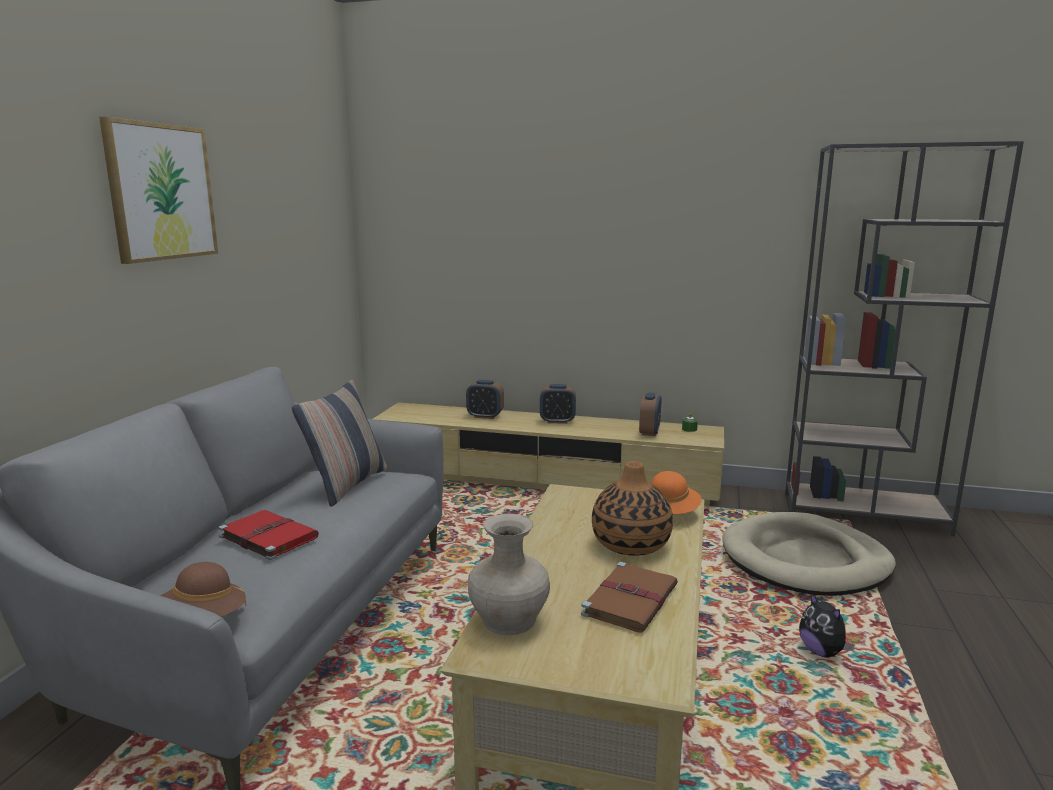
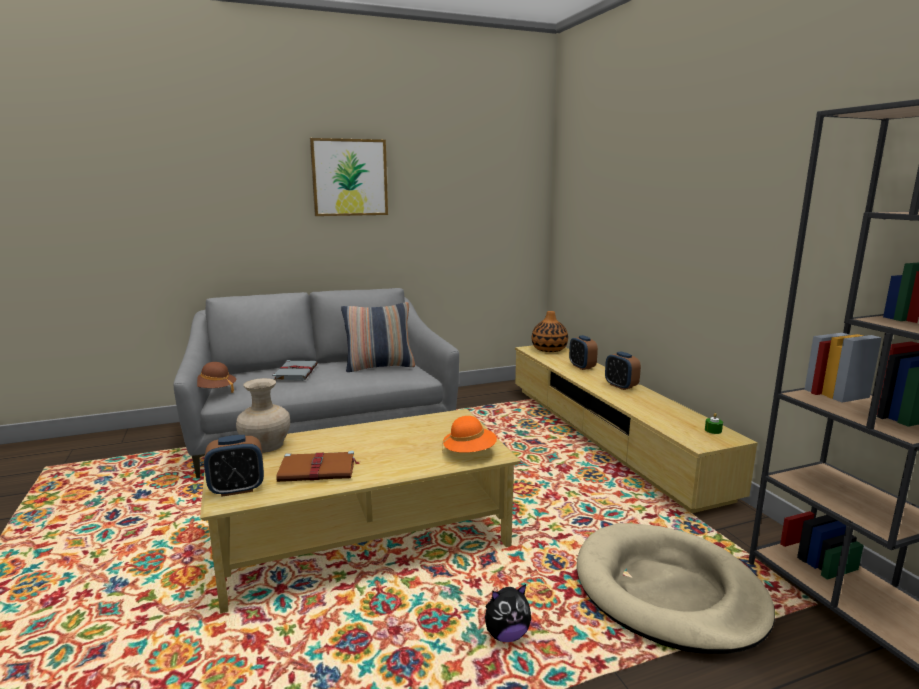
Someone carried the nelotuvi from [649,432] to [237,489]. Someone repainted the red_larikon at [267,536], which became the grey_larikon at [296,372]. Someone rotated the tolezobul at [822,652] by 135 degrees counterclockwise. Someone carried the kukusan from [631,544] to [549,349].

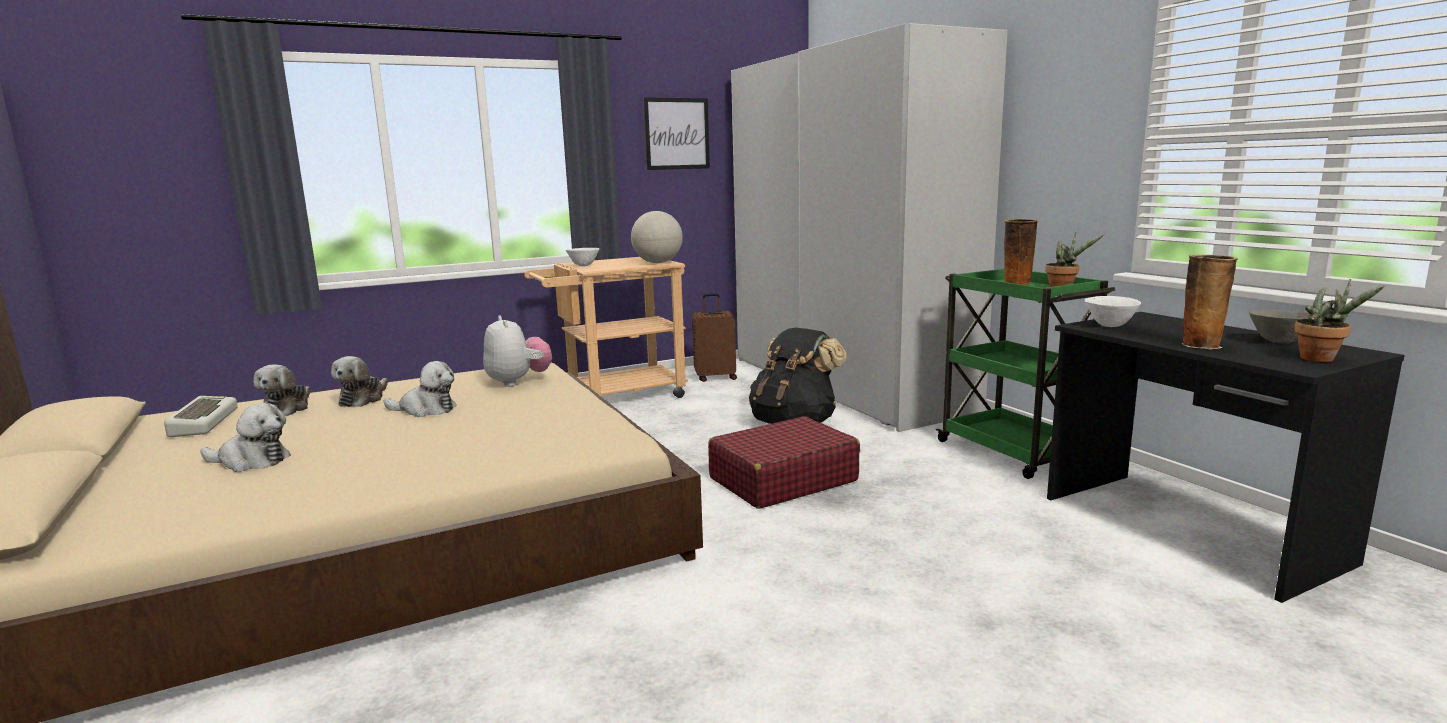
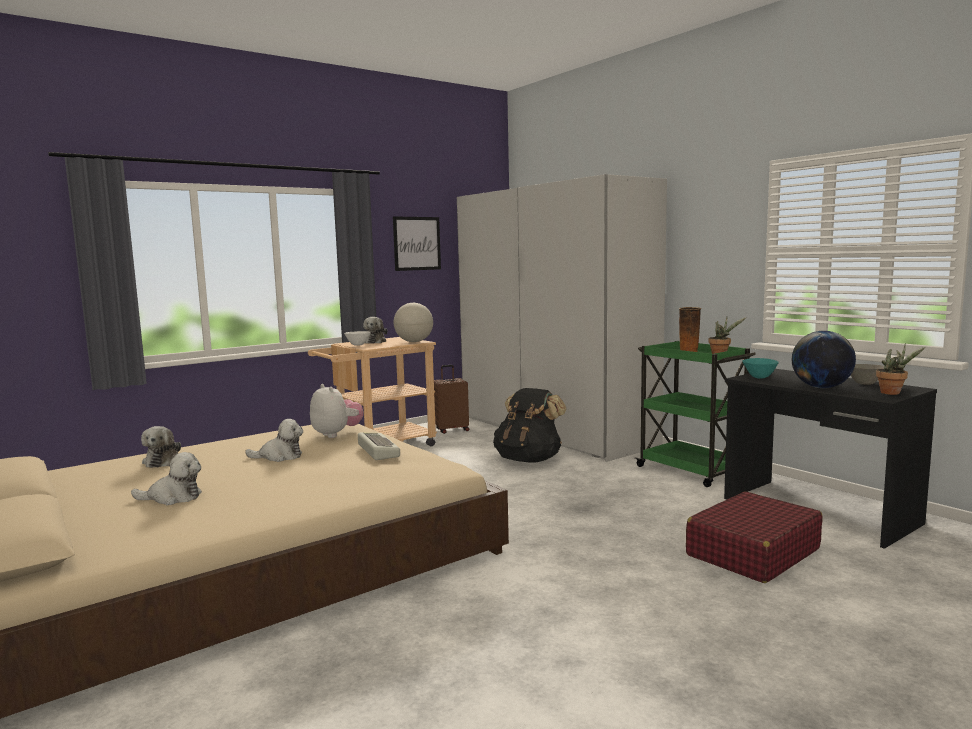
Someone carried the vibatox from [202,422] to [376,451]. Someone carried the tolezobul from [363,399] to [375,341]. Someone carried the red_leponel from [782,480] to [752,552]. Someone repainted the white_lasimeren at [1110,326], which became the turquoise_lasimeren at [760,377]. Someone swapped the kukusan at [1201,345] for the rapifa at [821,387].

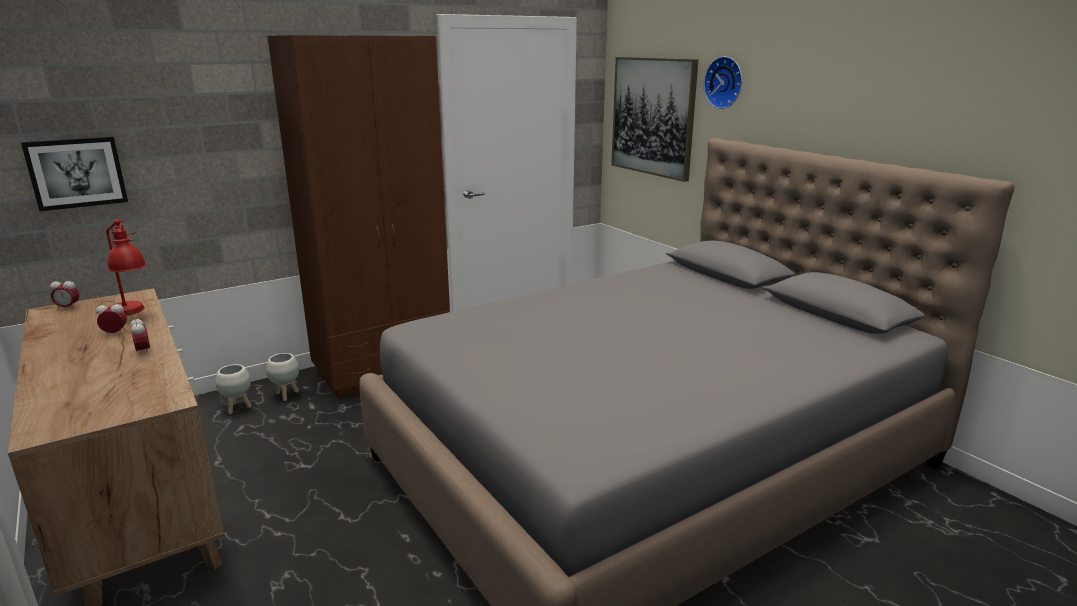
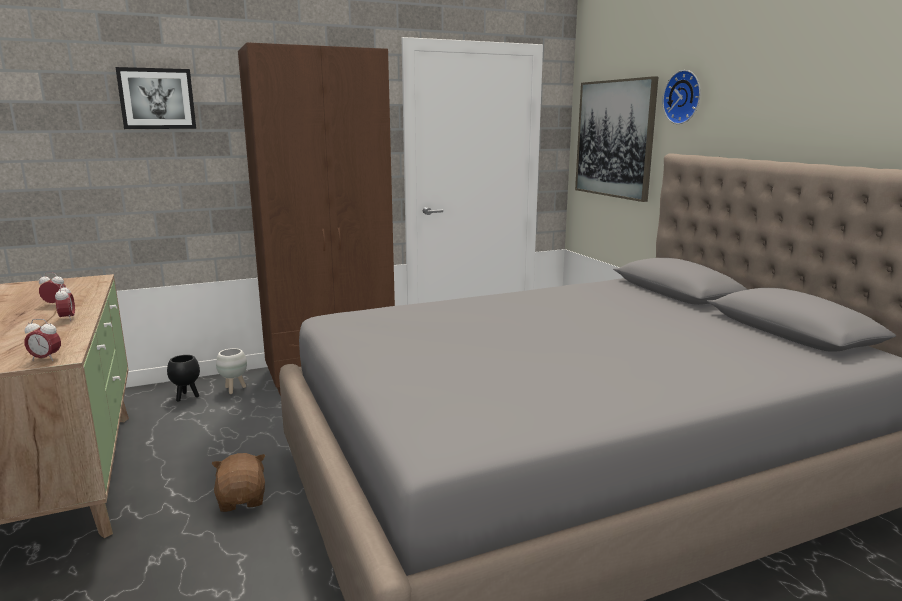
Someone carried the nelotuvi from [68,308] to [45,359]. Someone carried the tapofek from [77,172] to [157,99]. Someone repainted the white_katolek at [238,408], which became the black_katolek at [187,397]. Someone put down the brown_tolezobul at [242,500]. Someone took away the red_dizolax at [133,313].

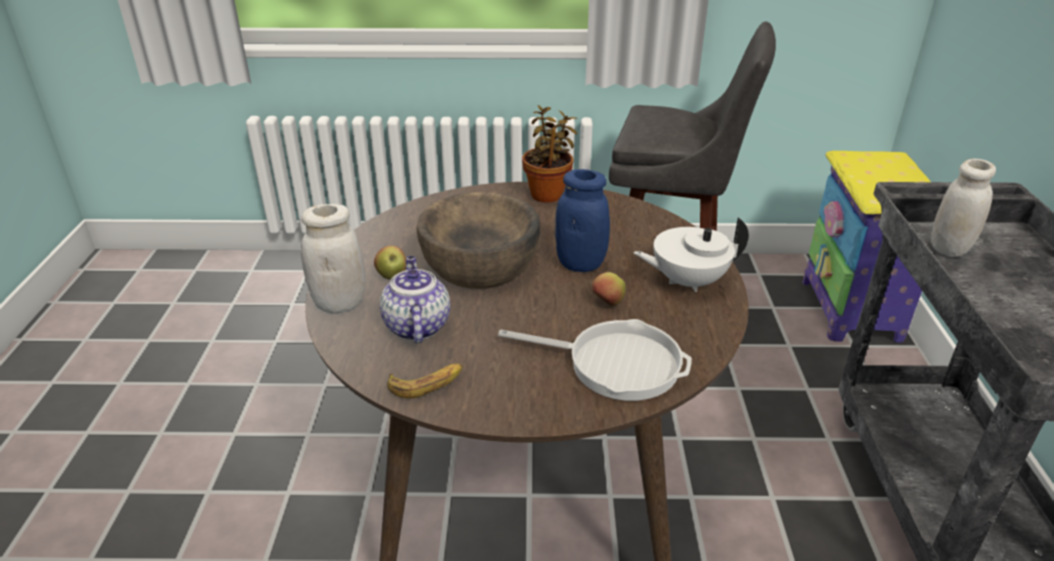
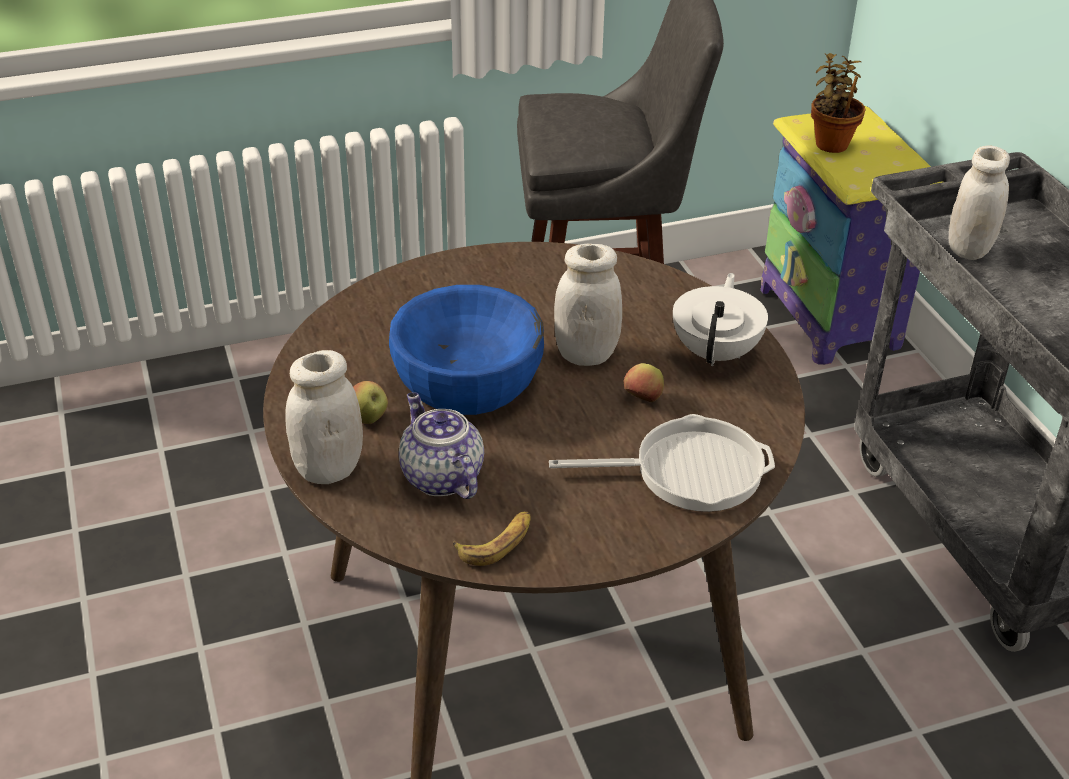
Someone repainted the brown_lasimeren at [480,264], which became the blue_lasimeren at [468,380]. Someone repainted the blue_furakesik at [580,264], which became the white_furakesik at [586,354]. Someone rotated the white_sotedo at [687,281] by 135 degrees clockwise. Someone carried the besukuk from [548,193] to [831,142].

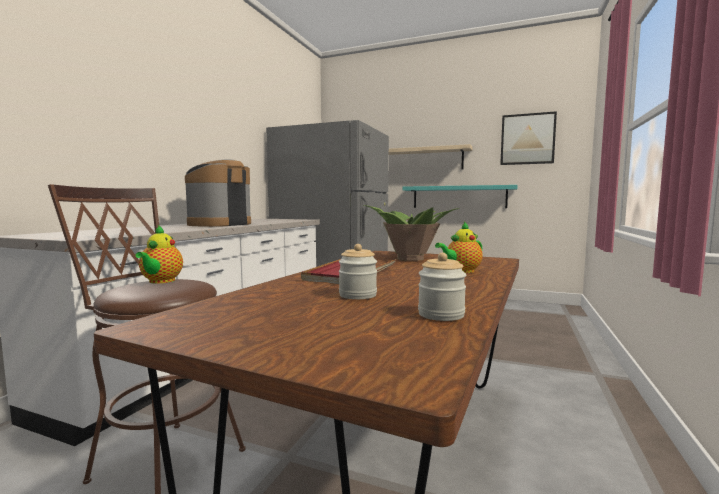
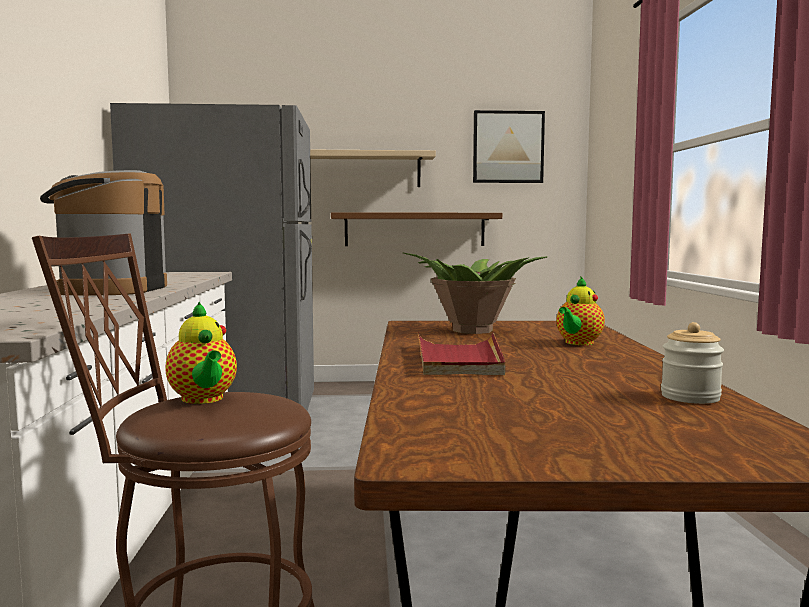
Someone repainted the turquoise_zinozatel at [459,197], which became the brown_zinozatel at [414,229]. Someone took away the furakesik at [357,295].

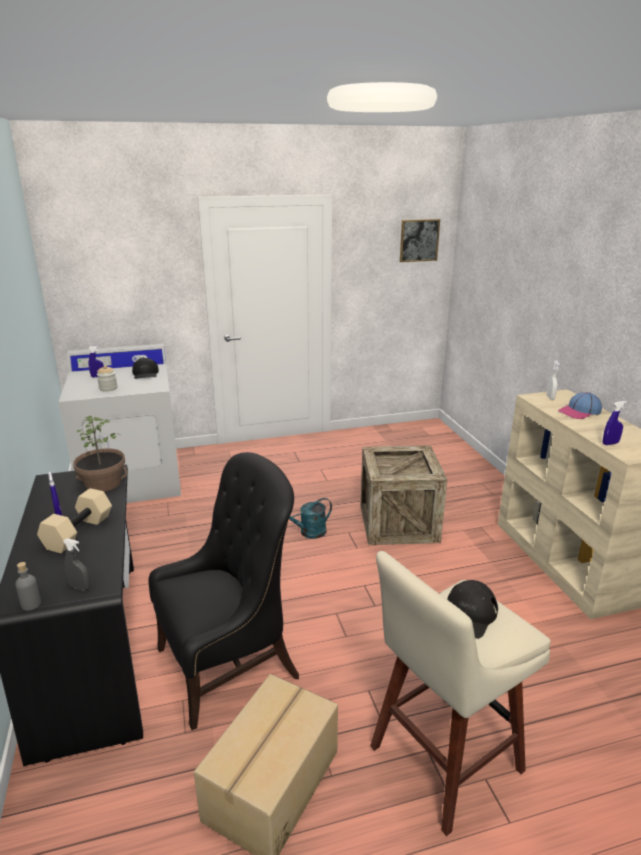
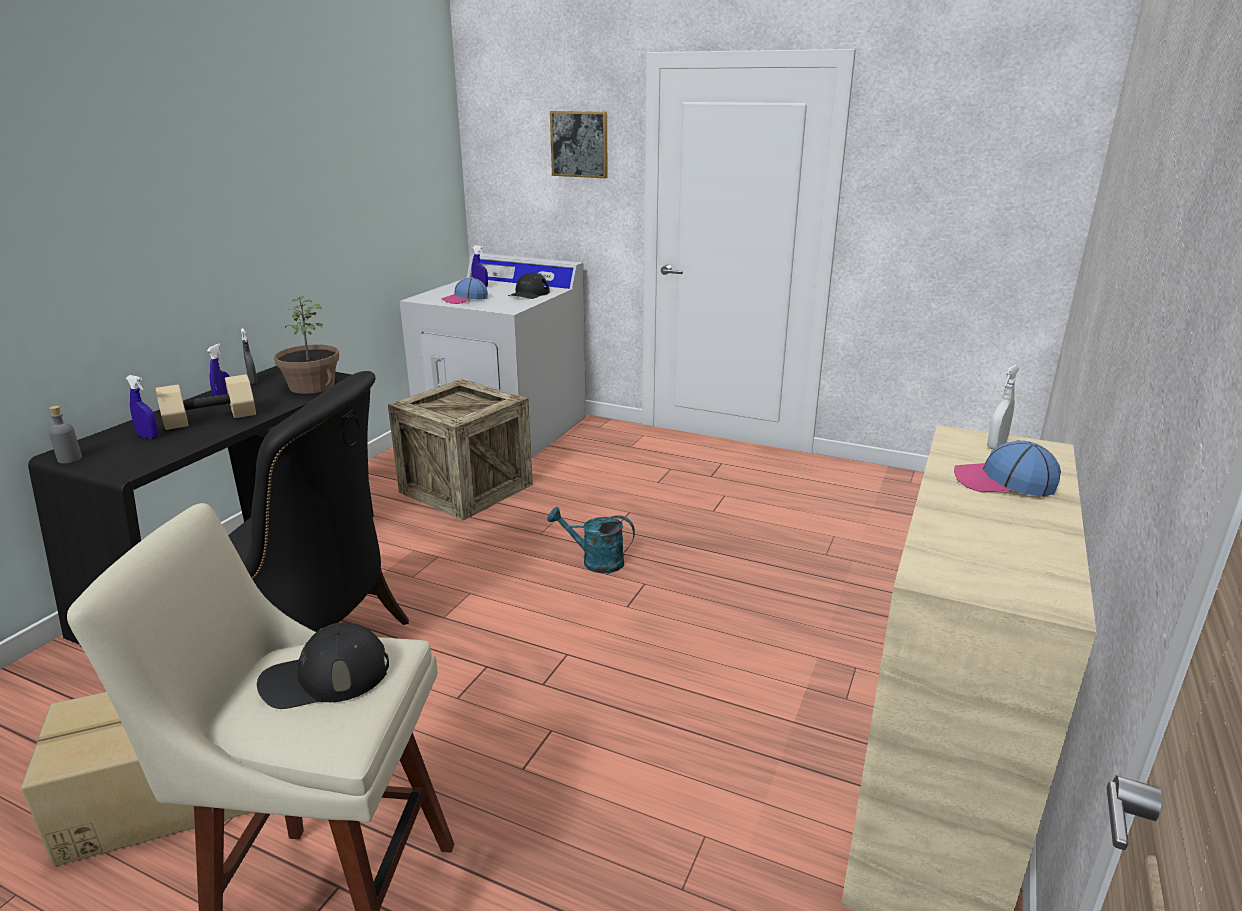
Someone carried the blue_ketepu from [610,443] to [148,436]. Someone carried the grey_ketepu from [80,587] to [253,382]. Someone carried the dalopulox from [398,523] to [466,488]. Someone swapped the furakesik at [108,388] for the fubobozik at [465,299]. Someone carried the tapofek from [419,240] to [579,144].

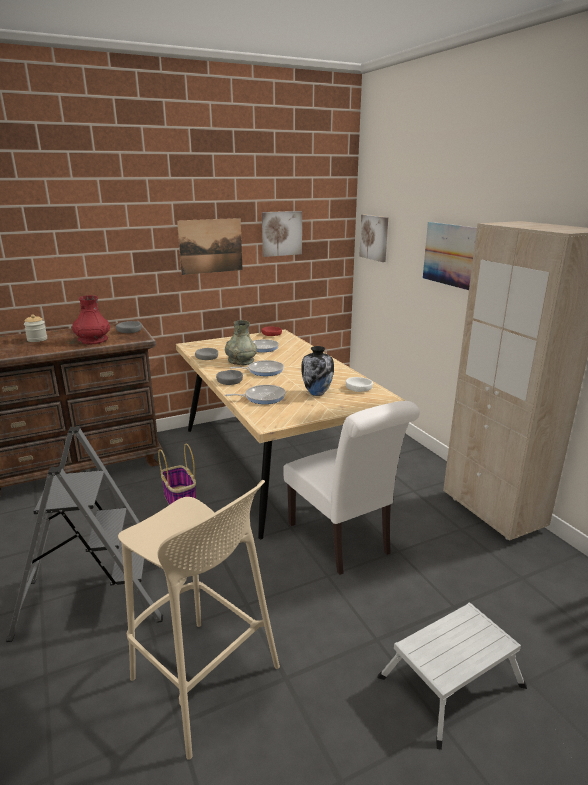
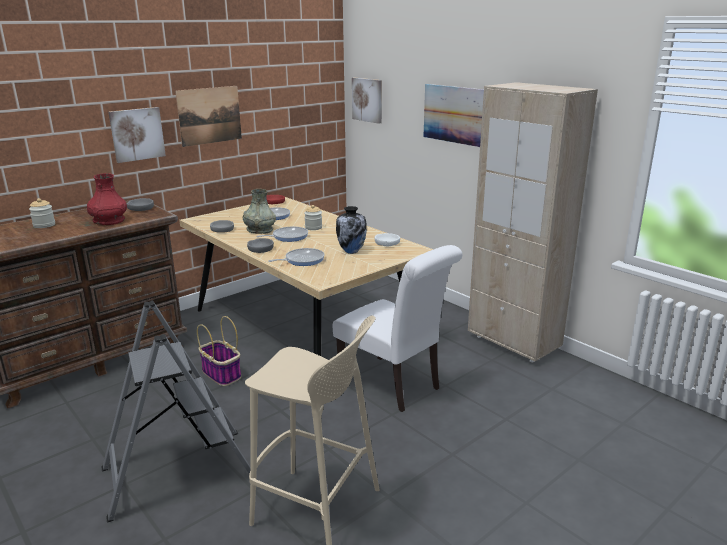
Someone carried the tapofek from [281,233] to [137,134]. Someone put down the furakesik at [313,227]. Someone took away the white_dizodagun at [450,682].

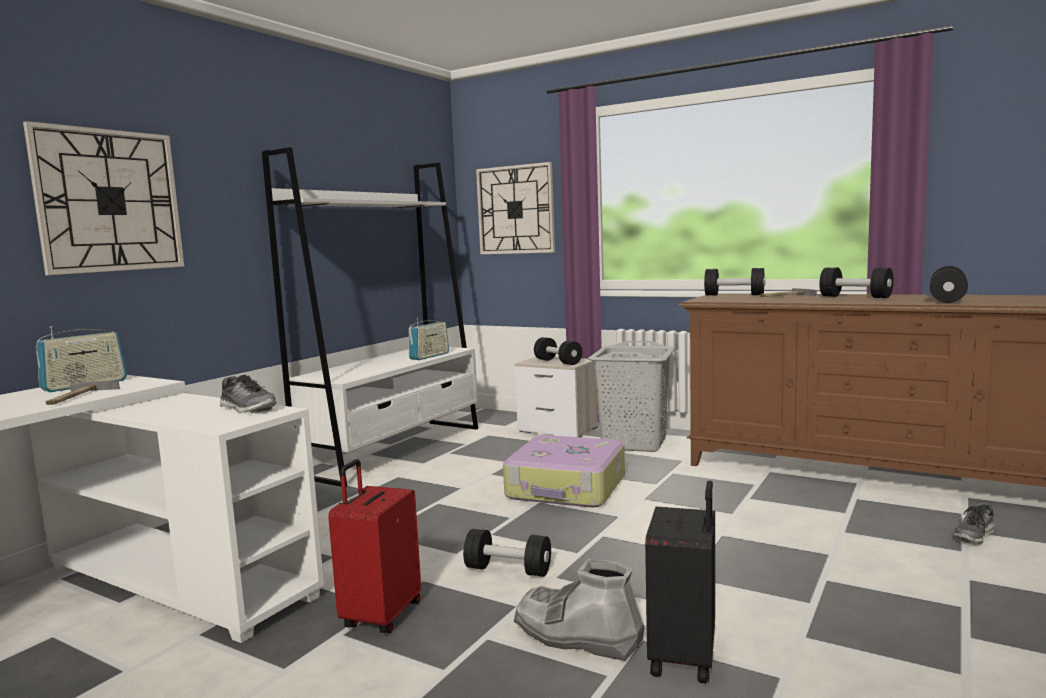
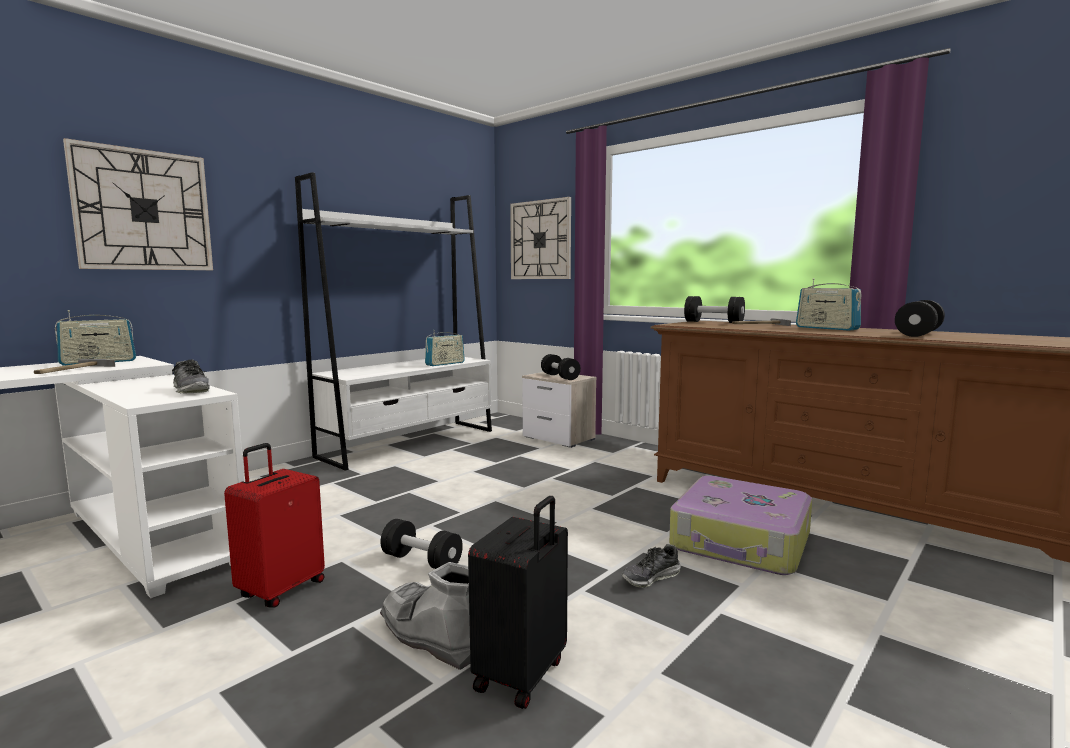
Someone carried the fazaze from [974,535] to [651,577]. Someone carried the leponel from [567,488] to [741,542]. Someone swapped the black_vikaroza at [855,297] for the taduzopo at [826,328]. Someone took away the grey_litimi at [634,443].

